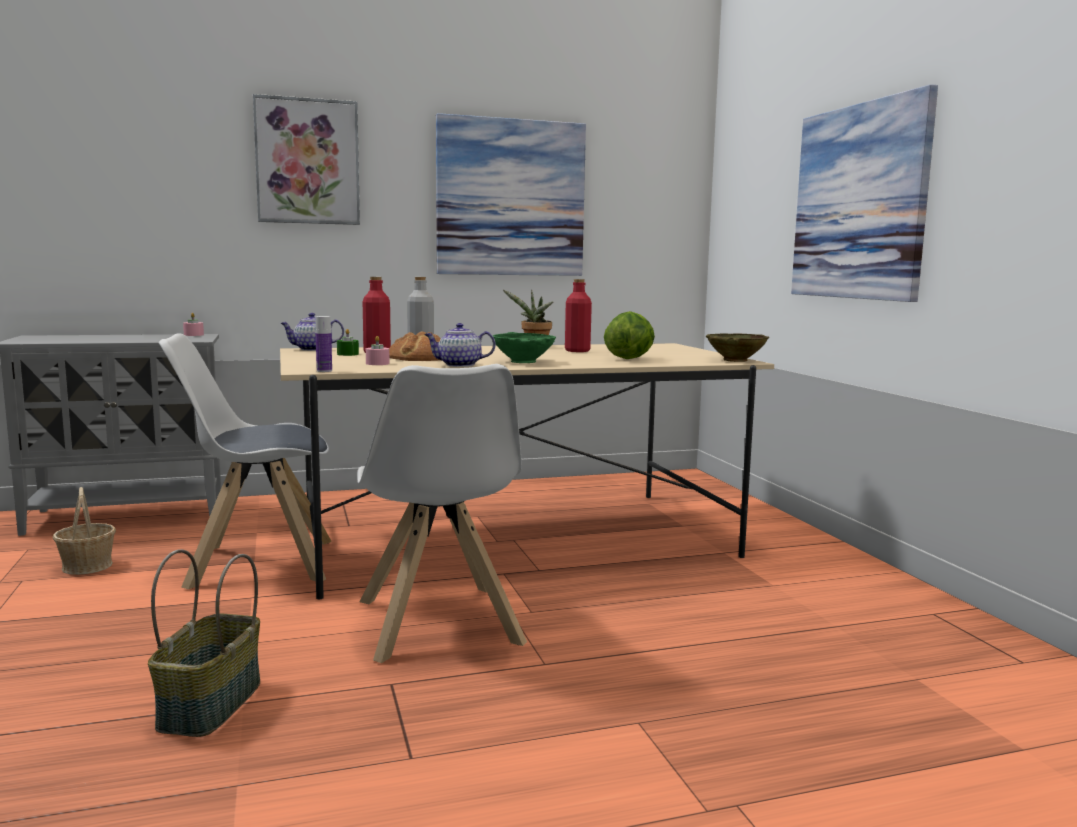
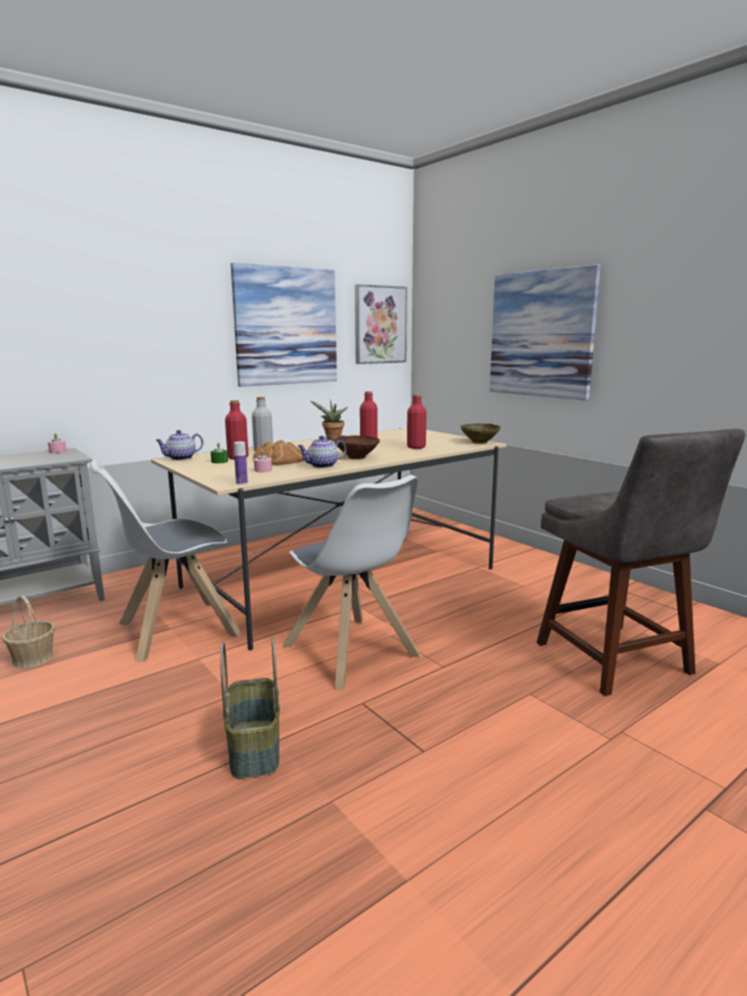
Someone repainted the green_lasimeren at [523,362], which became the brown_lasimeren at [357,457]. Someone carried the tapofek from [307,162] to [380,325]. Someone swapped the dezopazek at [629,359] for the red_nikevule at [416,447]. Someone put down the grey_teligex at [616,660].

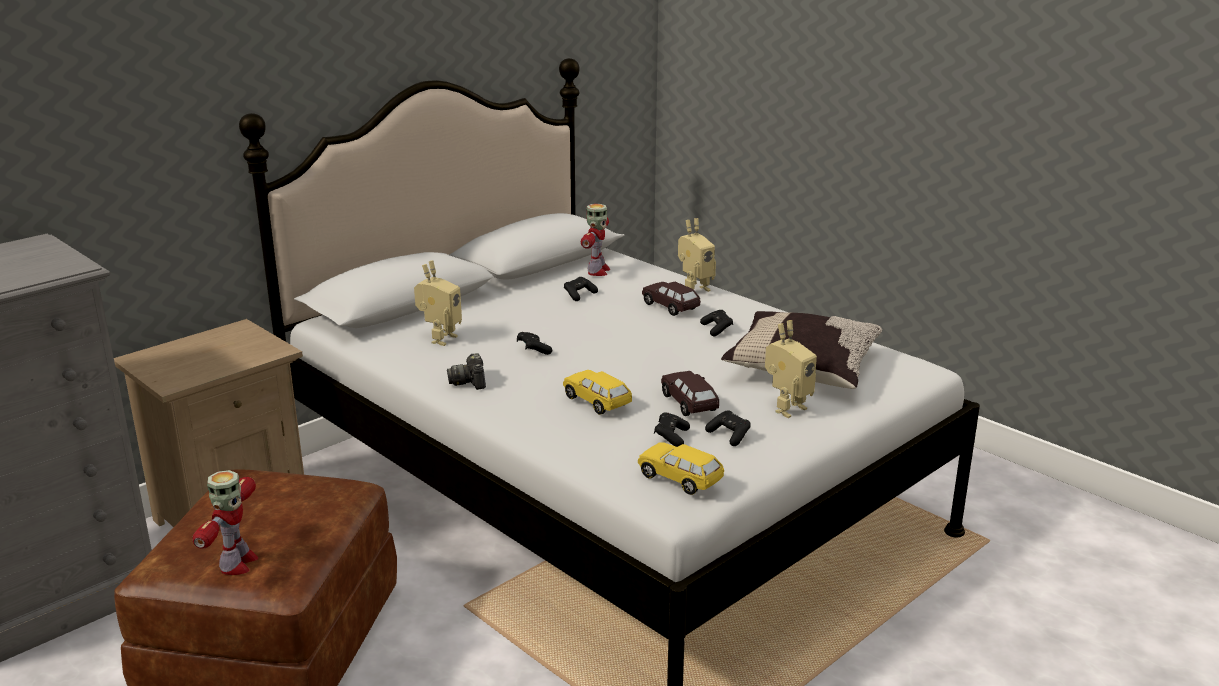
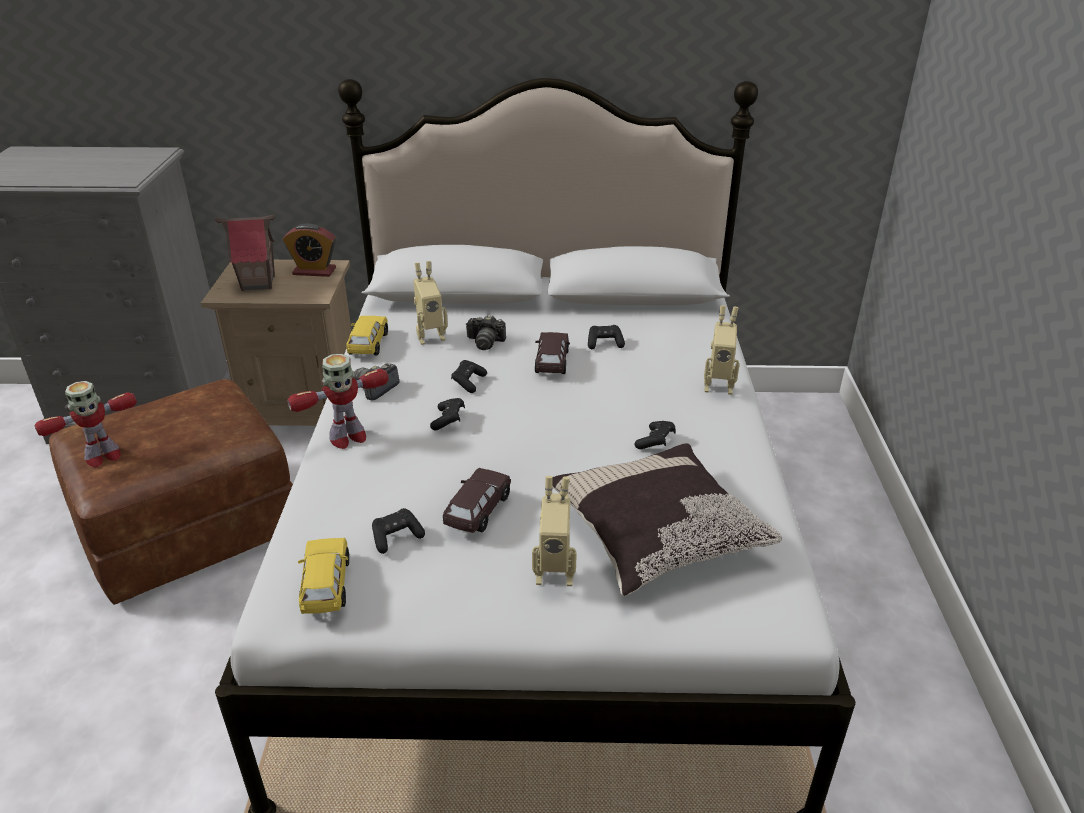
Someone put down the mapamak at [258,283]. Someone put down the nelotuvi at [314,271]. Someone carried the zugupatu from [597,271] to [347,438]. Someone carried the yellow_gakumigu from [597,402] to [368,344]. Someone carried the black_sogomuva from [729,435] to [448,420]. Someone put down the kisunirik at [485,342]. Someone carried the brown_gakumigu from [670,307] to [551,362].

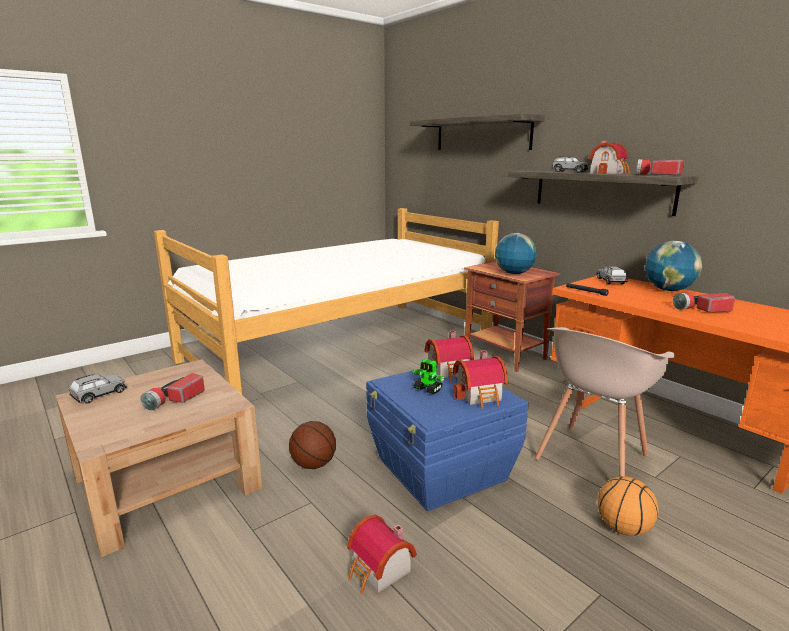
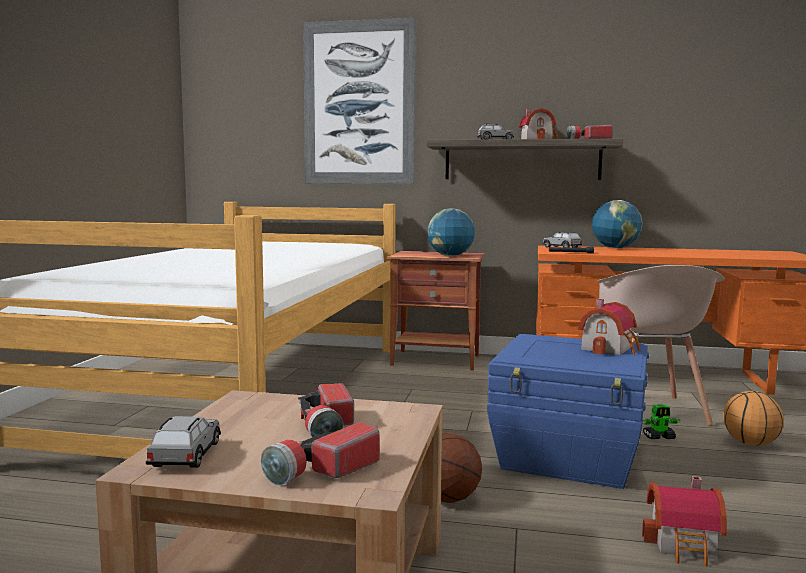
Someone carried the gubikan from [701,309] to [322,470]. Someone swapped the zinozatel at [482,134] for the tapofek at [359,103]. Someone carried the zugupatu from [428,389] to [659,437]. Someone took away the mapamak at [450,371].

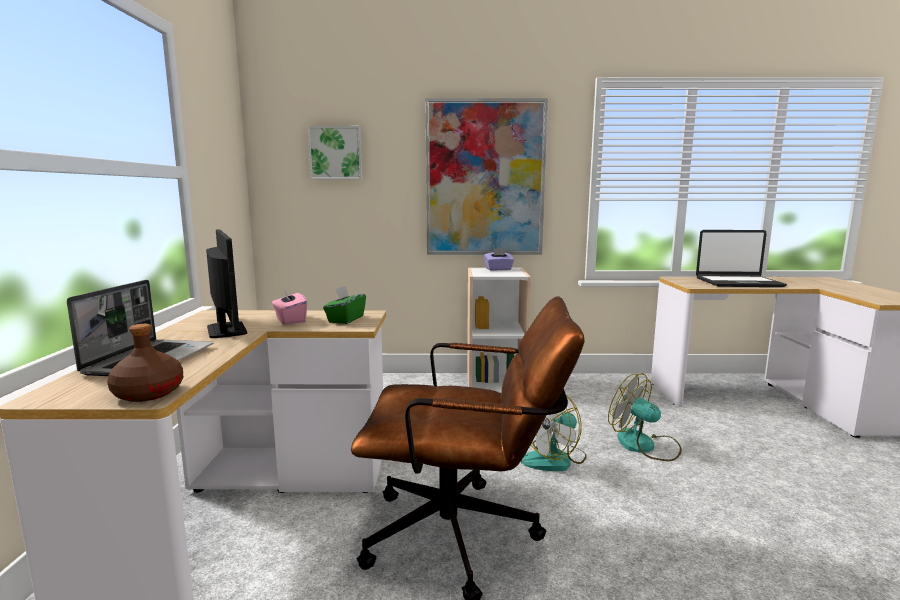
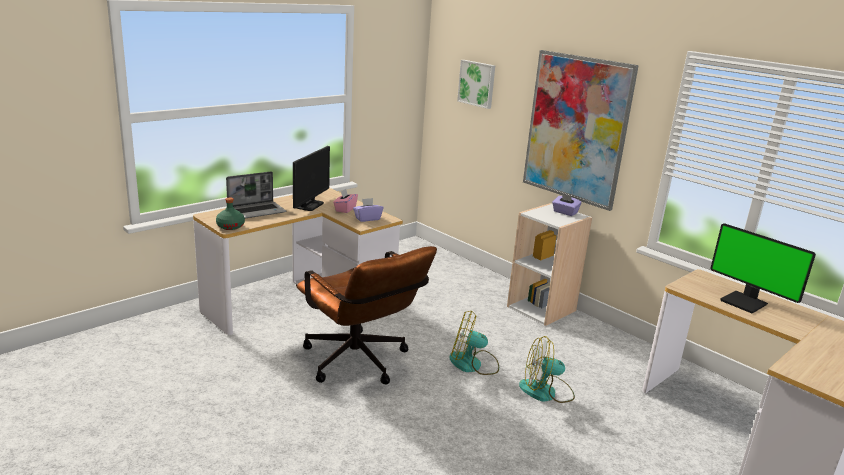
Someone repainted the brown_nikevule at [148,393], which became the green_nikevule at [230,226]. Someone repainted the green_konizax at [345,319], which became the purple_konizax at [367,218]. Someone rotated the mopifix at [644,446] by 90 degrees counterclockwise. Someone swapped the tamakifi at [738,282] for the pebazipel at [745,302].

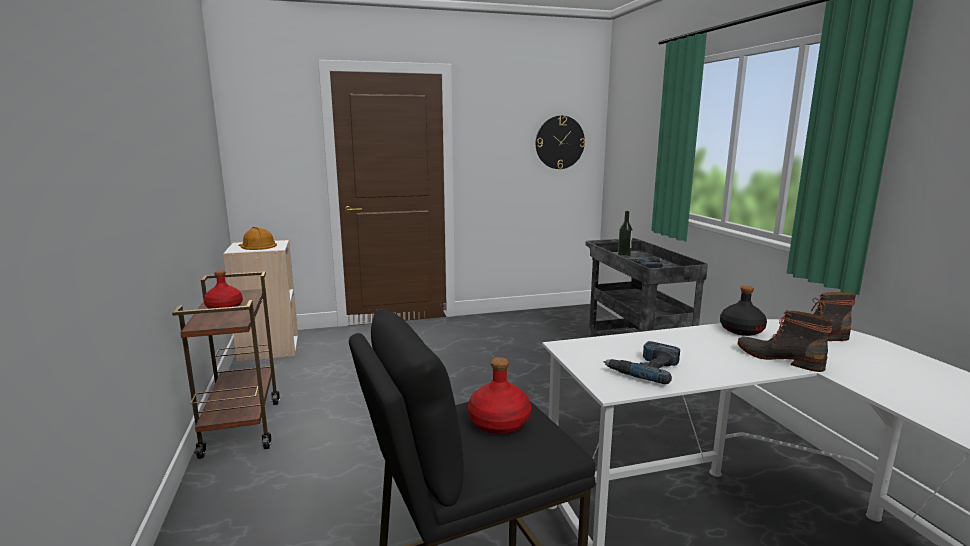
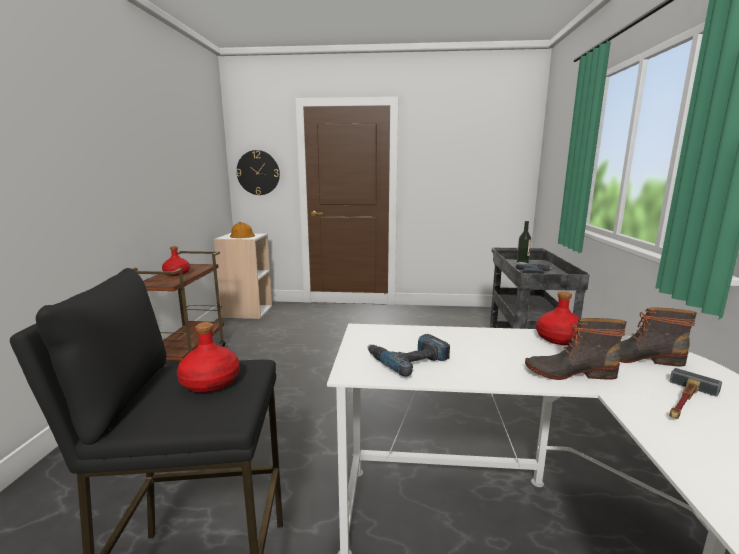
Someone carried the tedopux from [559,142] to [258,172]. Someone rotated the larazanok at [779,358] by 60 degrees counterclockwise. Someone repainted the black_nikevule at [741,330], which became the red_nikevule at [558,339]. Someone put down the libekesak at [684,402].

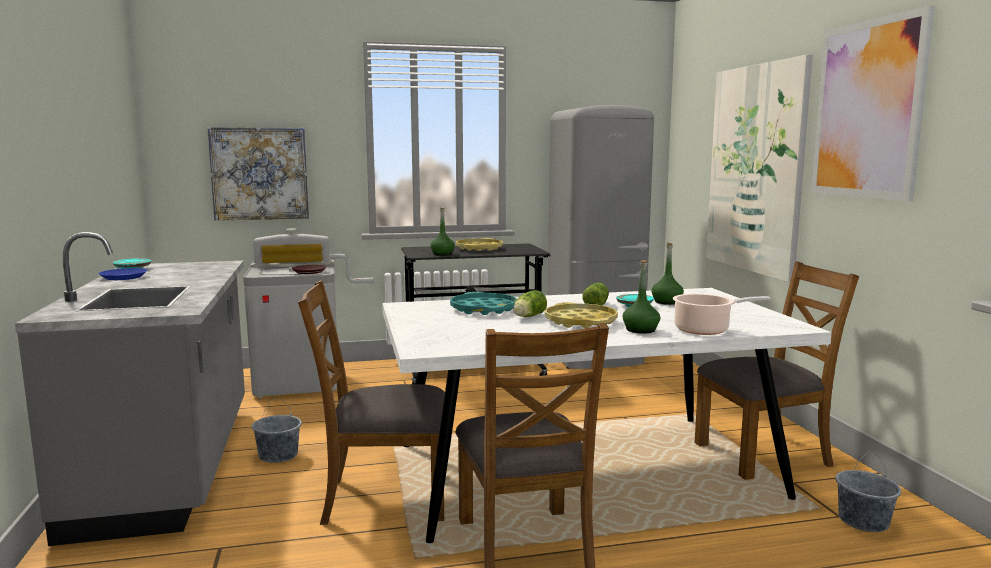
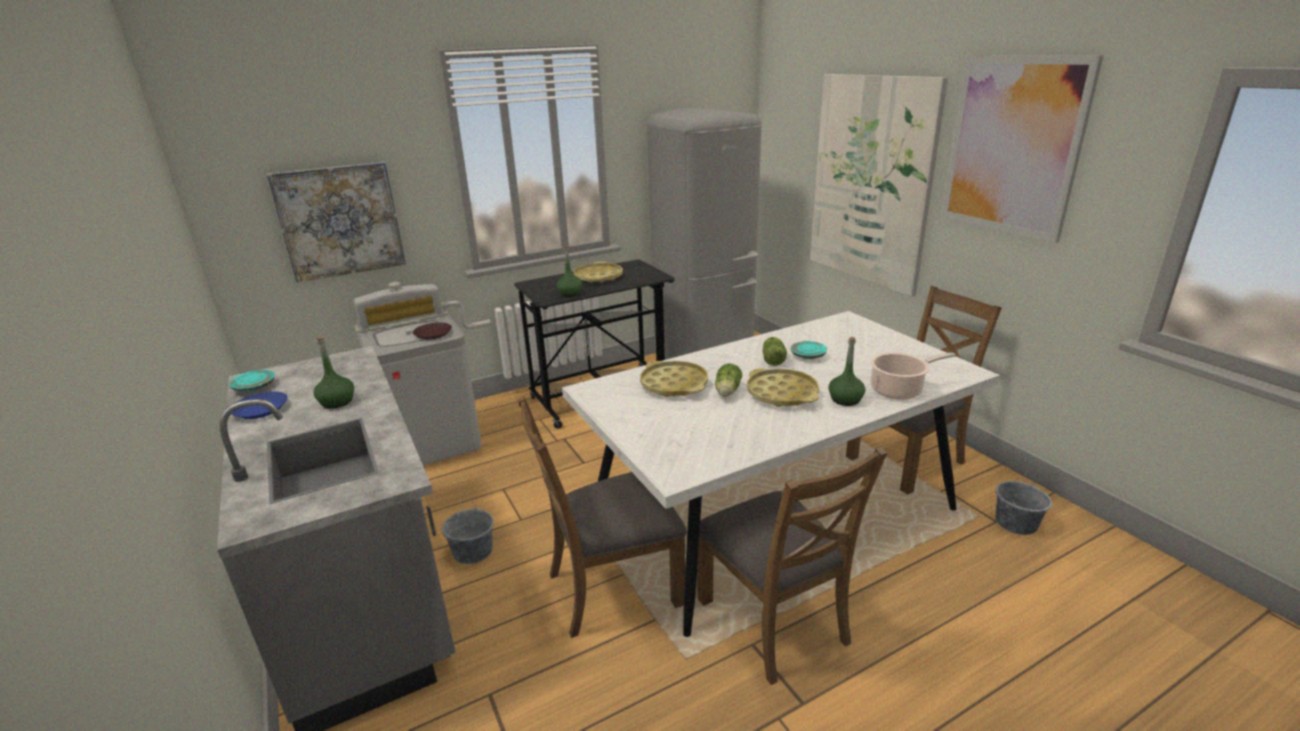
Someone carried the green_nikevule from [667,302] to [337,402]. Someone repainted the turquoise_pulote at [483,309], which became the yellow_pulote at [674,384].

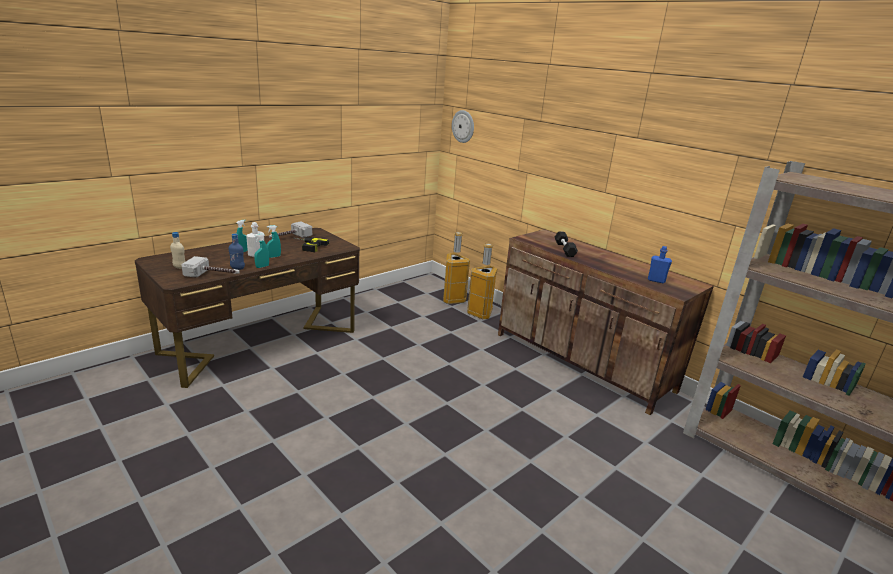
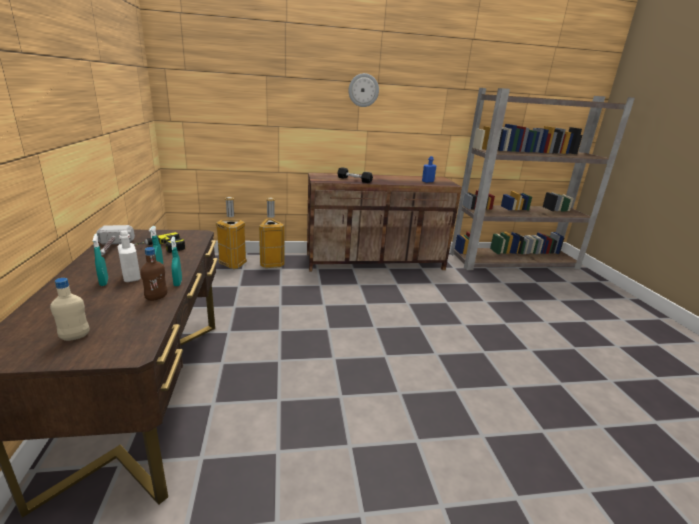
Someone repainted the blue_nikevule at [237,268], which became the brown_nikevule at [156,298]. Someone carried the tedopux from [463,126] to [363,90]. Someone took away the libekesak at [213,275].

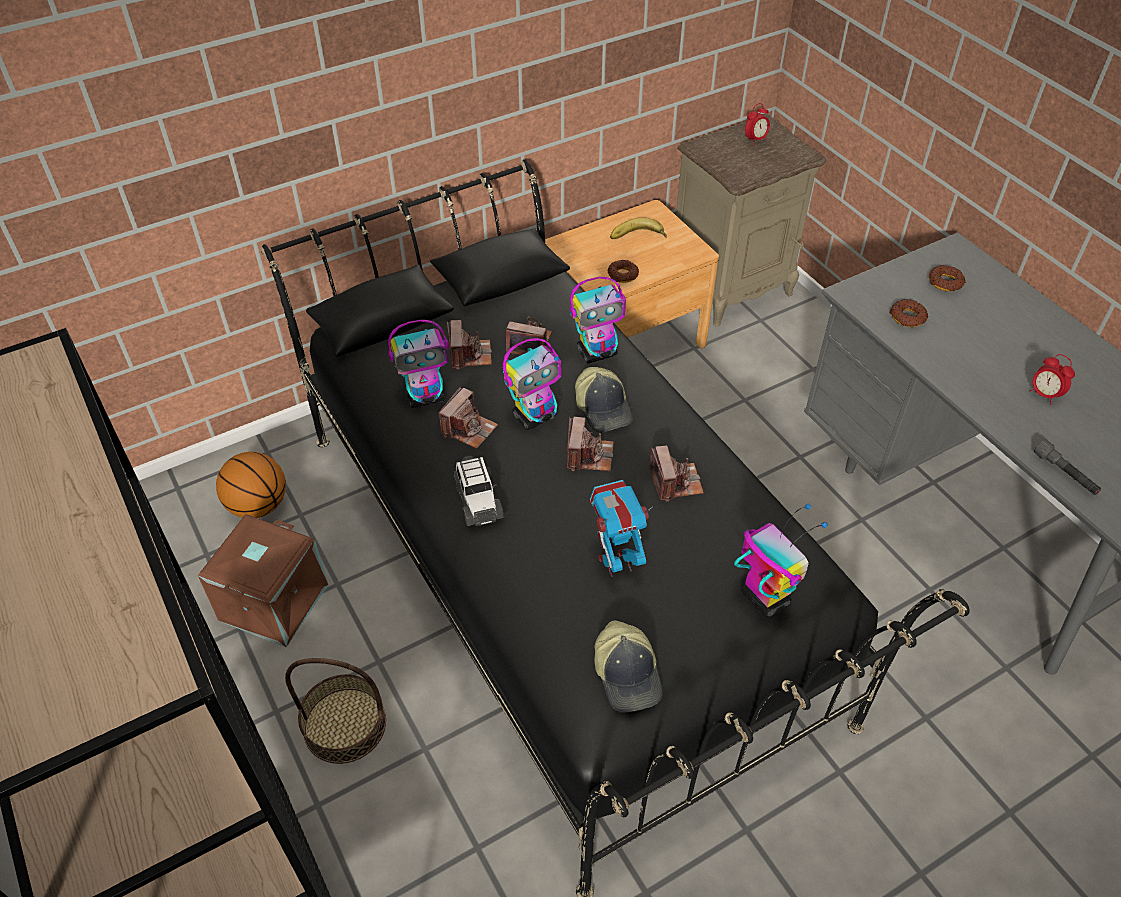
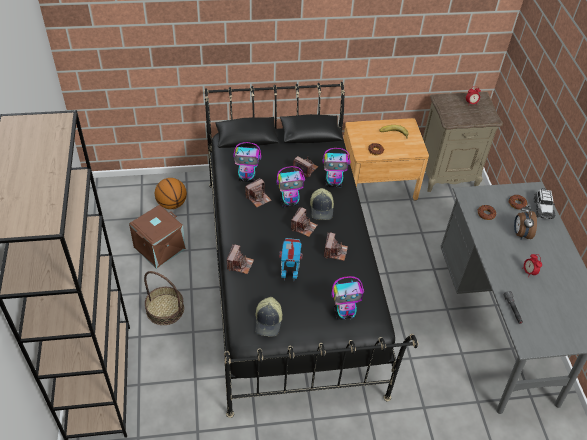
Someone carried the kisunirik from [469,354] to [240,264]. Someone rotated the zugupatu at [764,597] by 90 degrees clockwise. Someone put down the nelotuvi at [520,233]. Someone carried the gakumigu from [478,500] to [542,208].

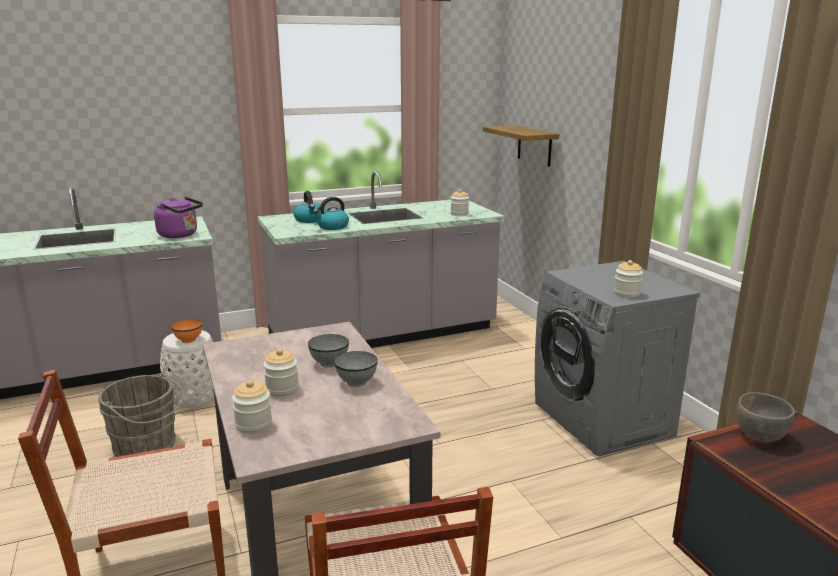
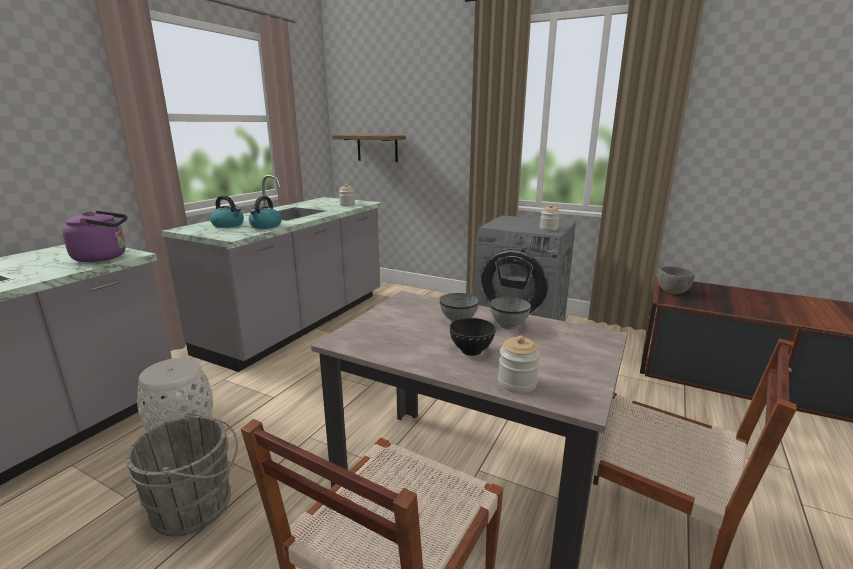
Someone swapped the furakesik at [282,389] for the black_lasimeren at [472,350]. Someone took away the orange_lasimeren at [188,340].

